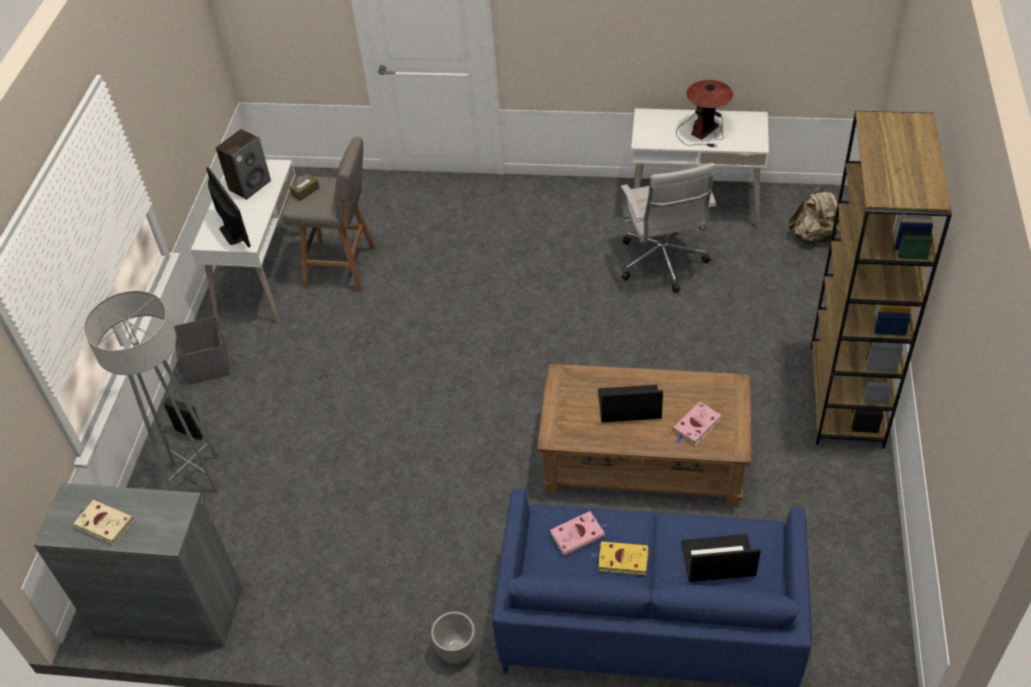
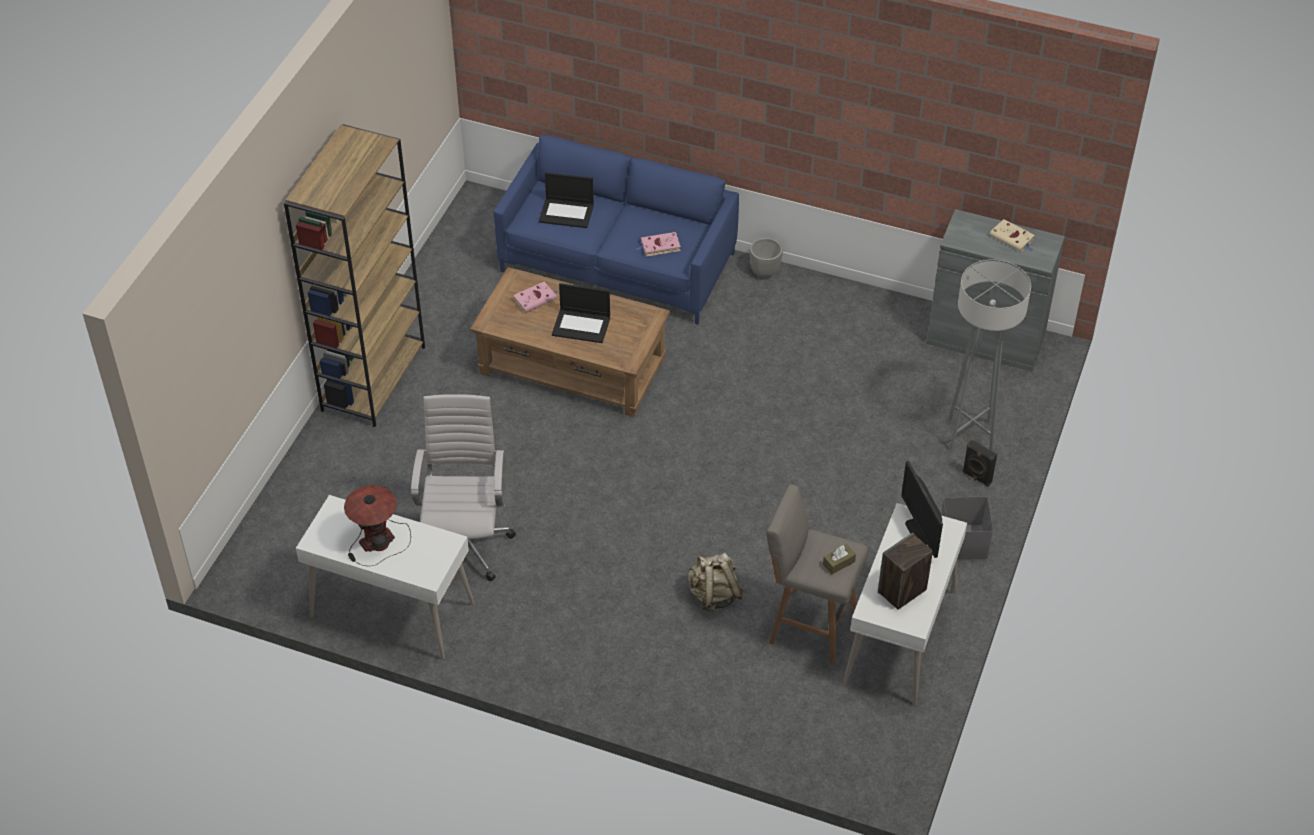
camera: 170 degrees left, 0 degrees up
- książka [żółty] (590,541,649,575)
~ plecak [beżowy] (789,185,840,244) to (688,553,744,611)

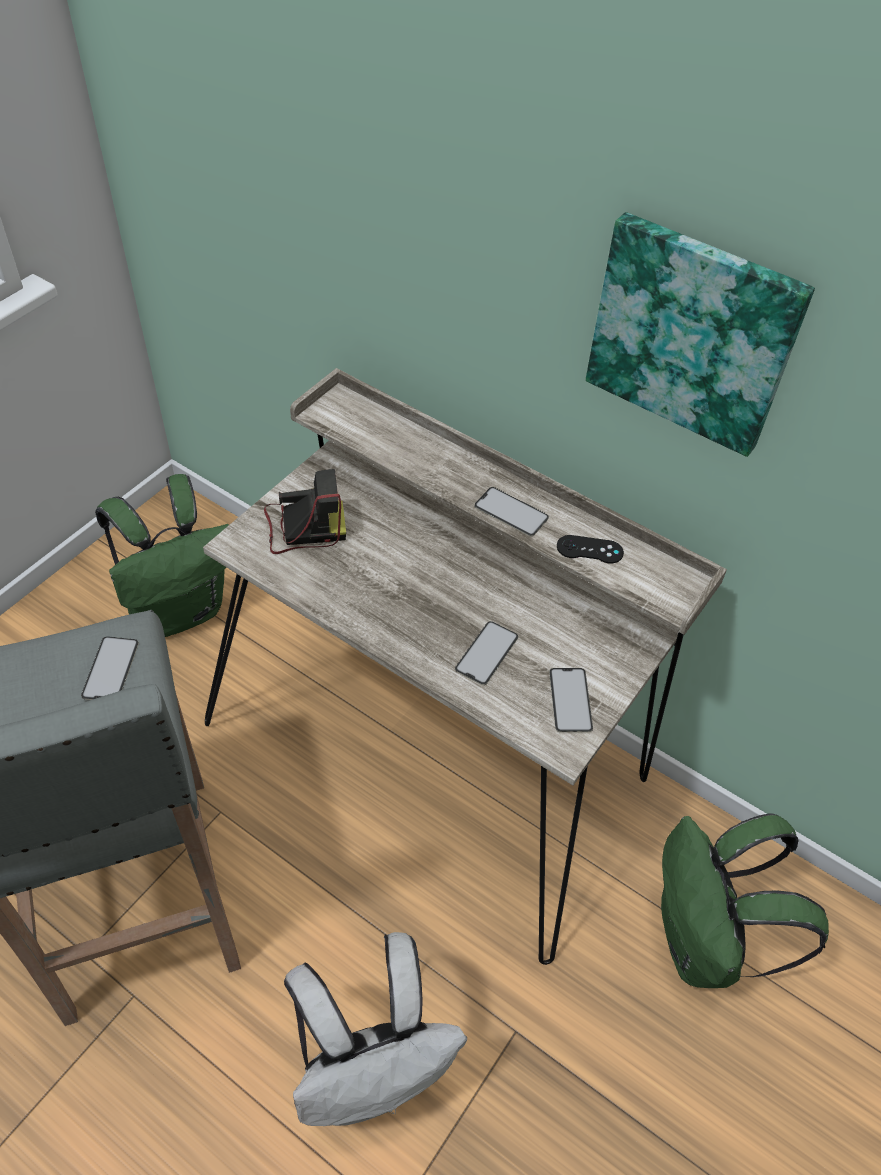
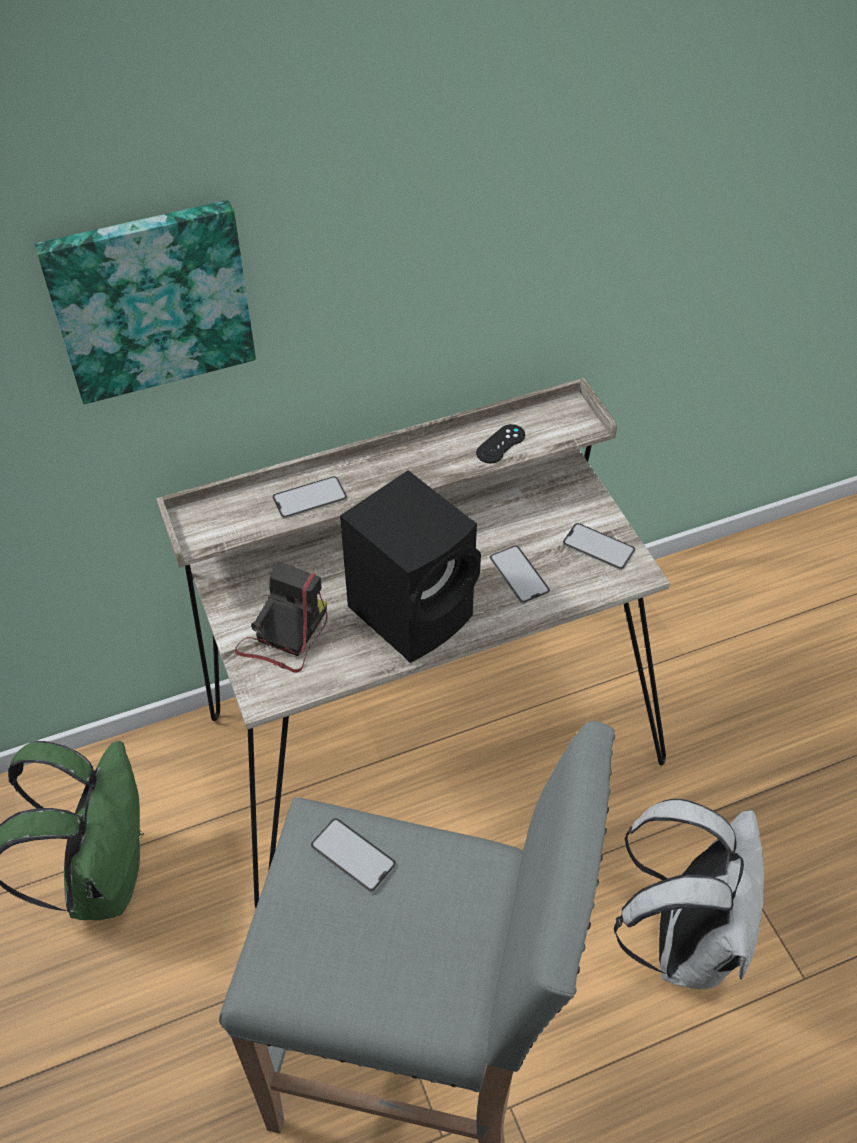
camera: 55 degrees left, 0 degrees up
~ telefon (474,487,549,537) to (273,476,347,519)
~ obraz (586,212,815,457) to (34,200,256,404)
- plecak [zielony] (661,813,829,988)
+ głośnik [czarny] (340,470,481,663)

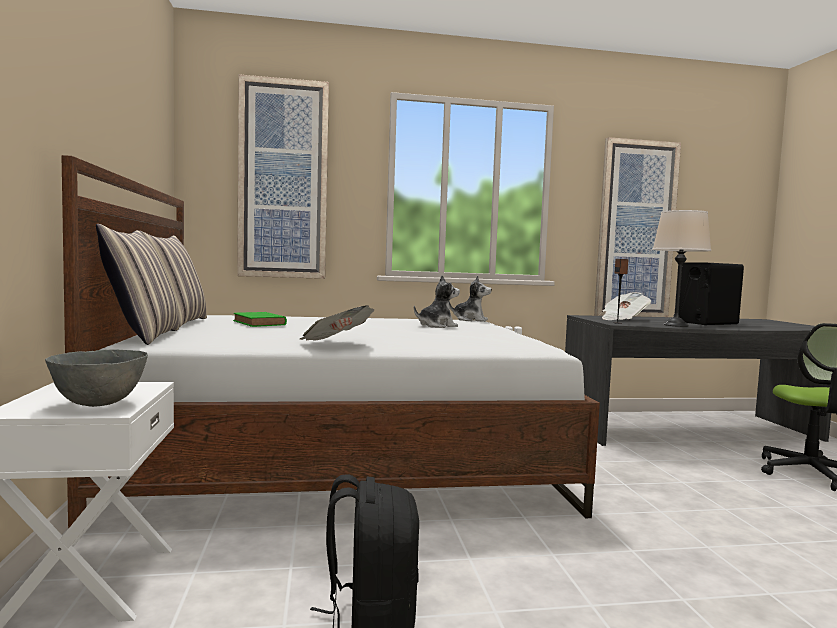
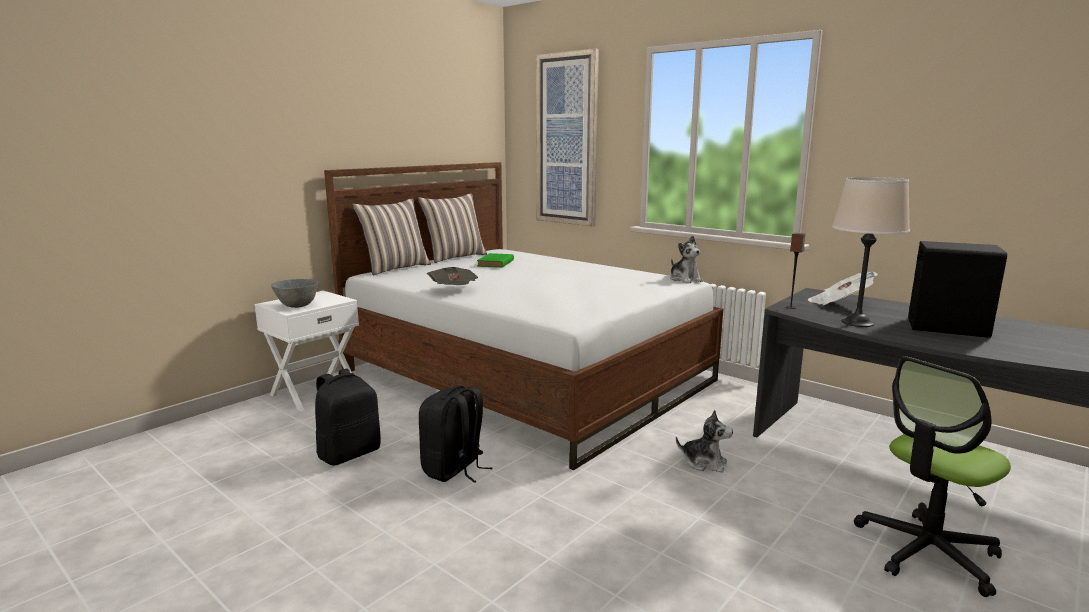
camera: 50 degrees right, 10 degrees up
~ pluszak (414,275,460,328) to (676,410,733,473)
- obraz (594,137,681,317)
+ plecak [czarny] (419,385,493,483)

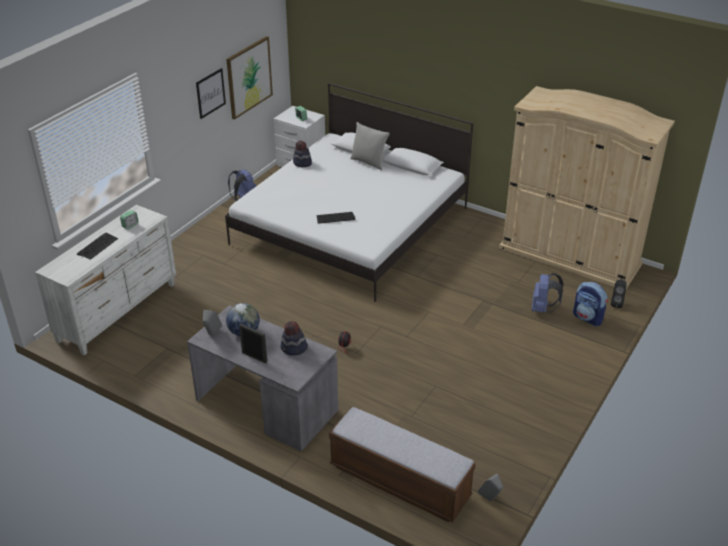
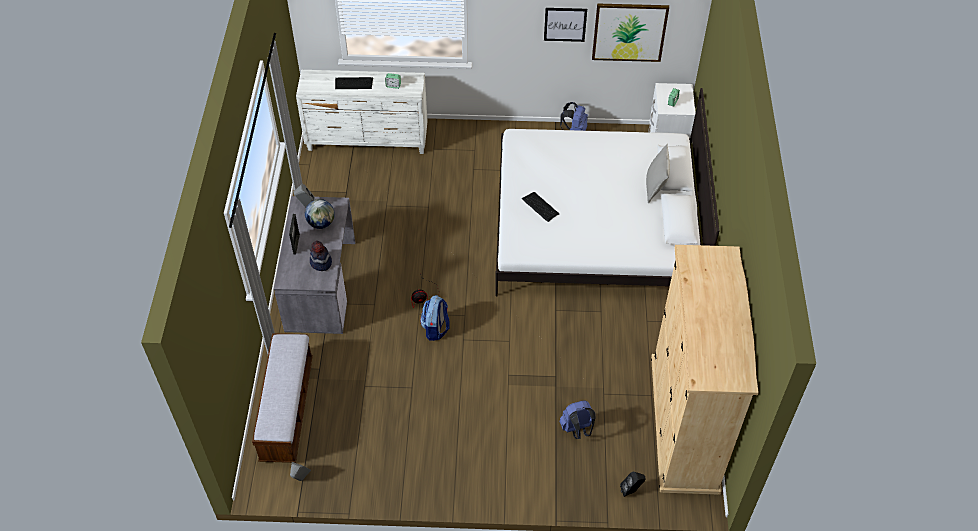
camera: 60 degrees right, 15 degrees up
- kapelusz (293,140,312,167)
~ plecak (573,282,608,326) to (420,295,450,341)

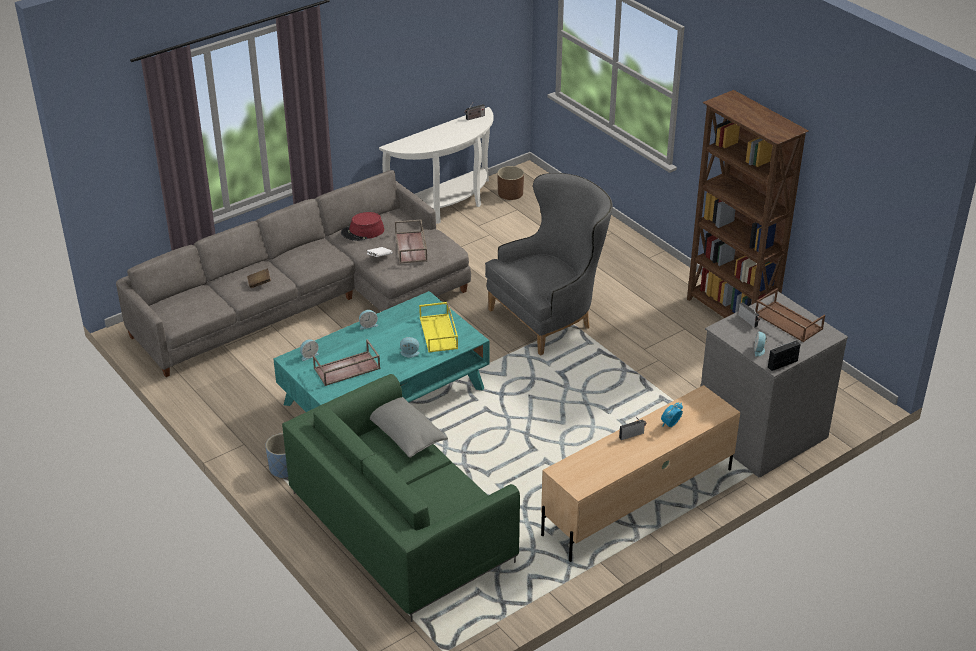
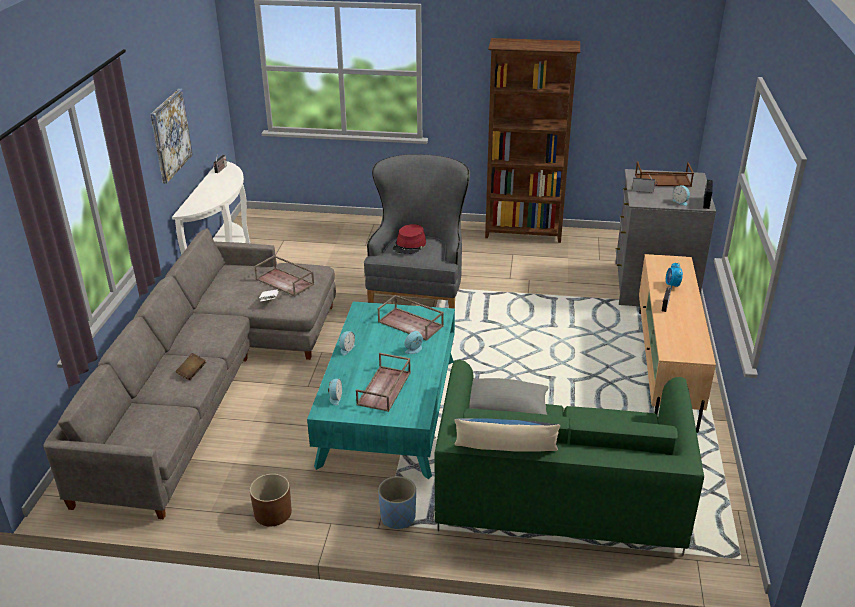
camera: 45 degrees left, 5 degrees down
~ kapelusz [czerwony] (341,212,384,241) to (393,224,426,254)
~ taca [żółty] (419,302,458,353) to taca [brązowy] (378,295,444,341)
~ donica [brązowy] (497,166,524,200) to (250,474,292,527)
+ obraz (150,89,193,184)
+ poduszka (454,418,560,452)

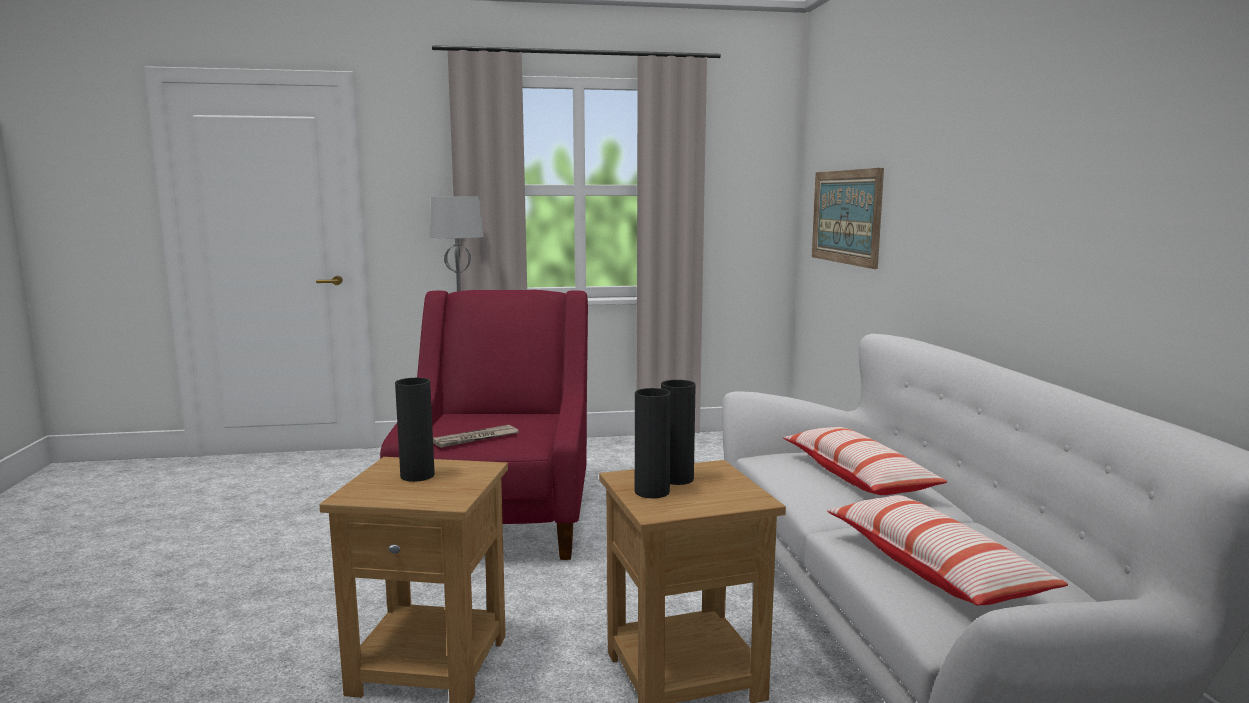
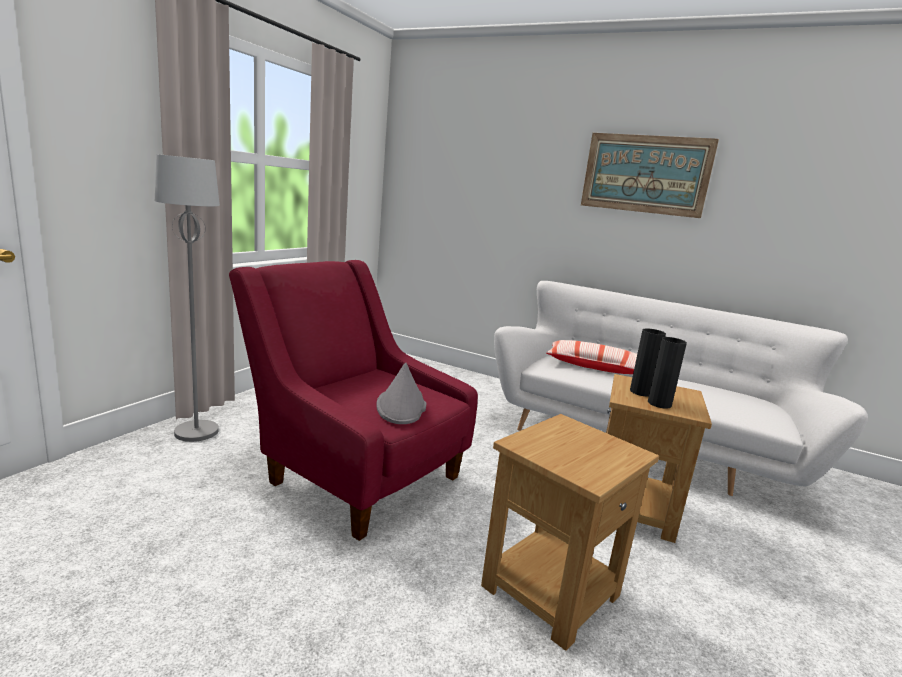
camera: 55 degrees left, 5 degrees up
- wazon [czarny] (395,378,435,482)
~ gazeta (433,425,519,448) to kapelusz [szary] (376,362,426,424)
~ obraz (812,168,884,269) to (581,133,719,218)
- poduszka (827,495,1068,606)

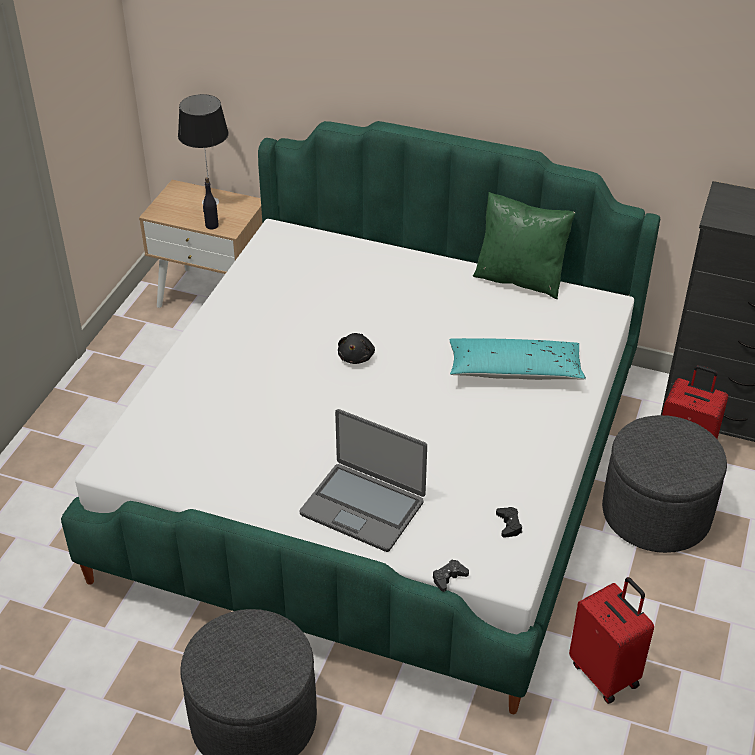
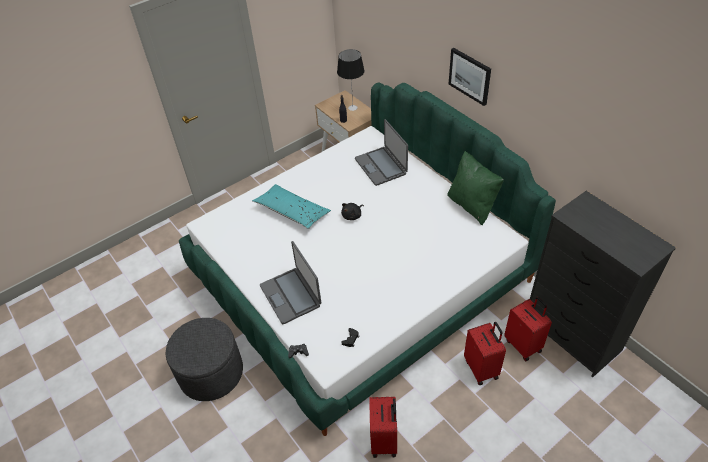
camera: 35 degrees right, 5 degrees up
~ poduszka [turkusowy] (450,338,586,380) to (252,184,331,229)
~ pufa [szary] (602,415,727,553) to walizka [czerwony] (464,322,506,385)
+ laptop (355,119,408,186)
+ obraz (449,48,491,106)

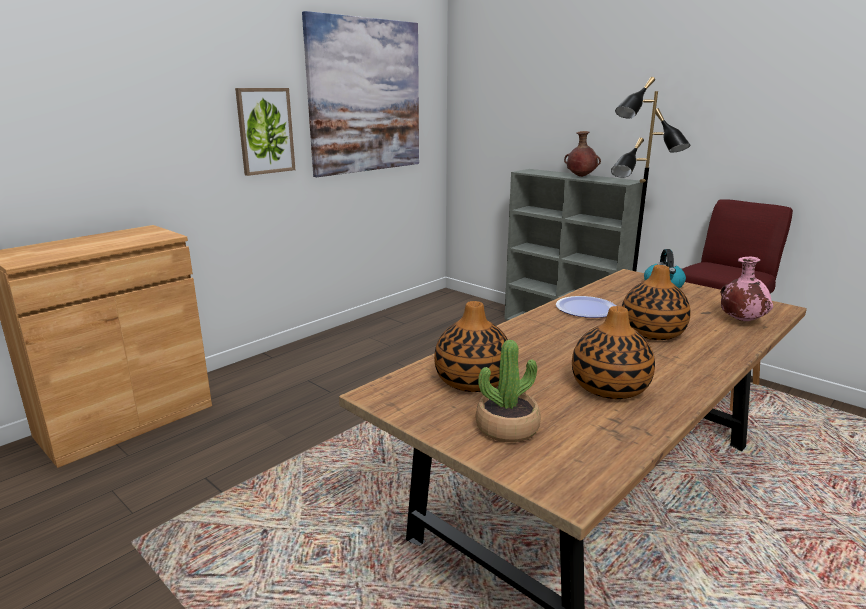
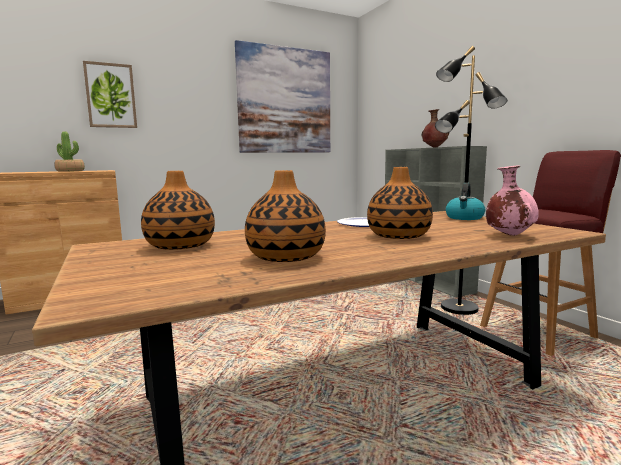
camera: 20 degrees right, 10 degrees down
~ obraz (235,88,295,176) to (83,61,137,128)
~ roślina doniczkowa (476,340,540,442) to (54,131,85,172)

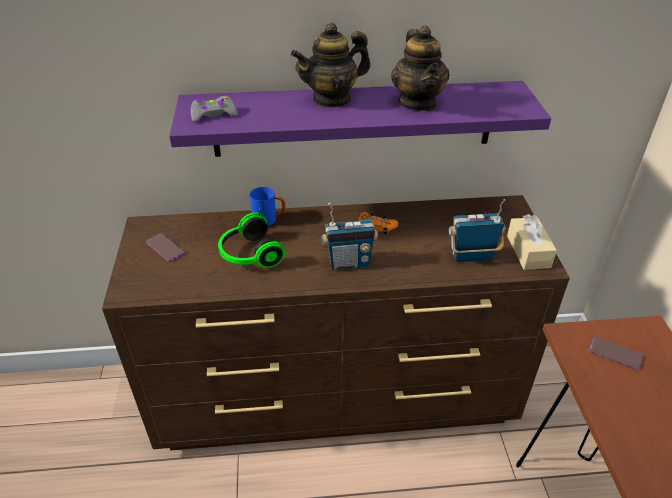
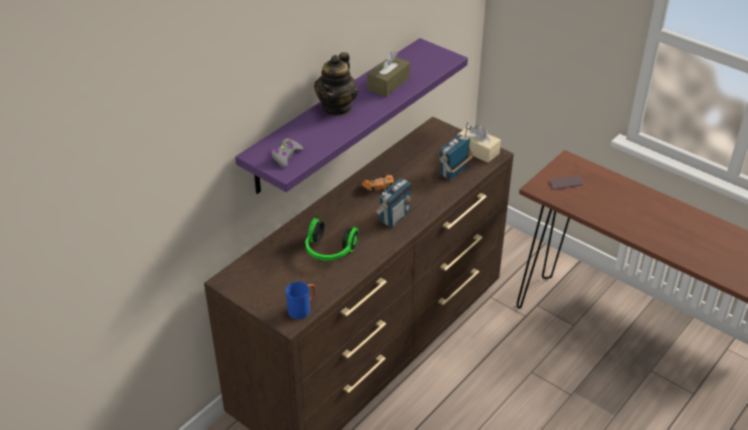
camera: 45 degrees left, 0 degrees up
- telefon (146,233,185,262)
~ kubek [niebieski] (250,187,286,226) to (286,282,315,319)
~ imbryk (391,25,450,111) to pudełko chusteczek [brązowy] (367,51,410,97)

